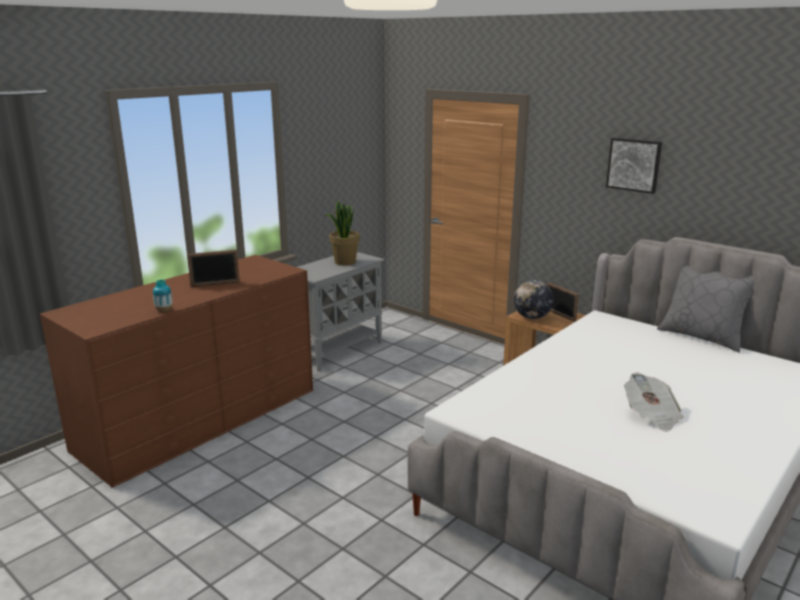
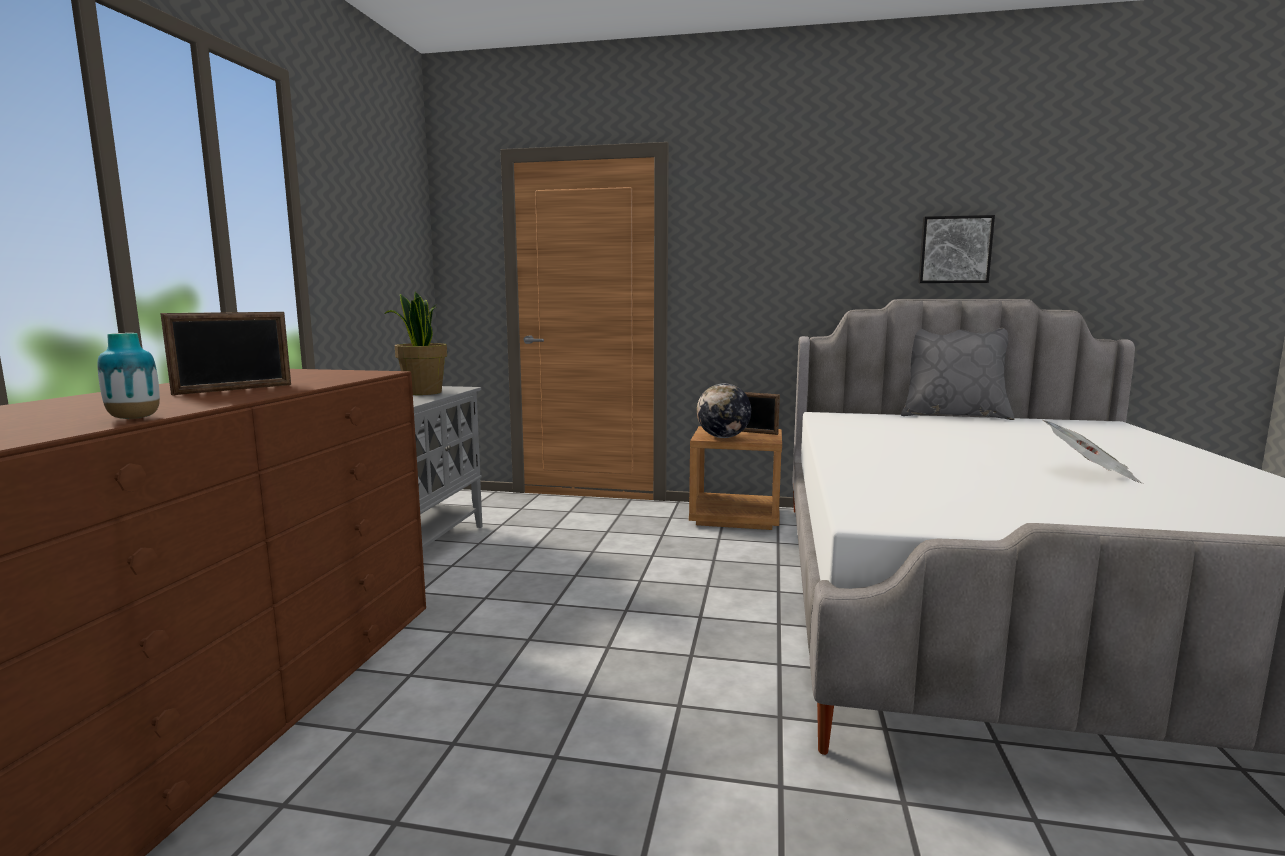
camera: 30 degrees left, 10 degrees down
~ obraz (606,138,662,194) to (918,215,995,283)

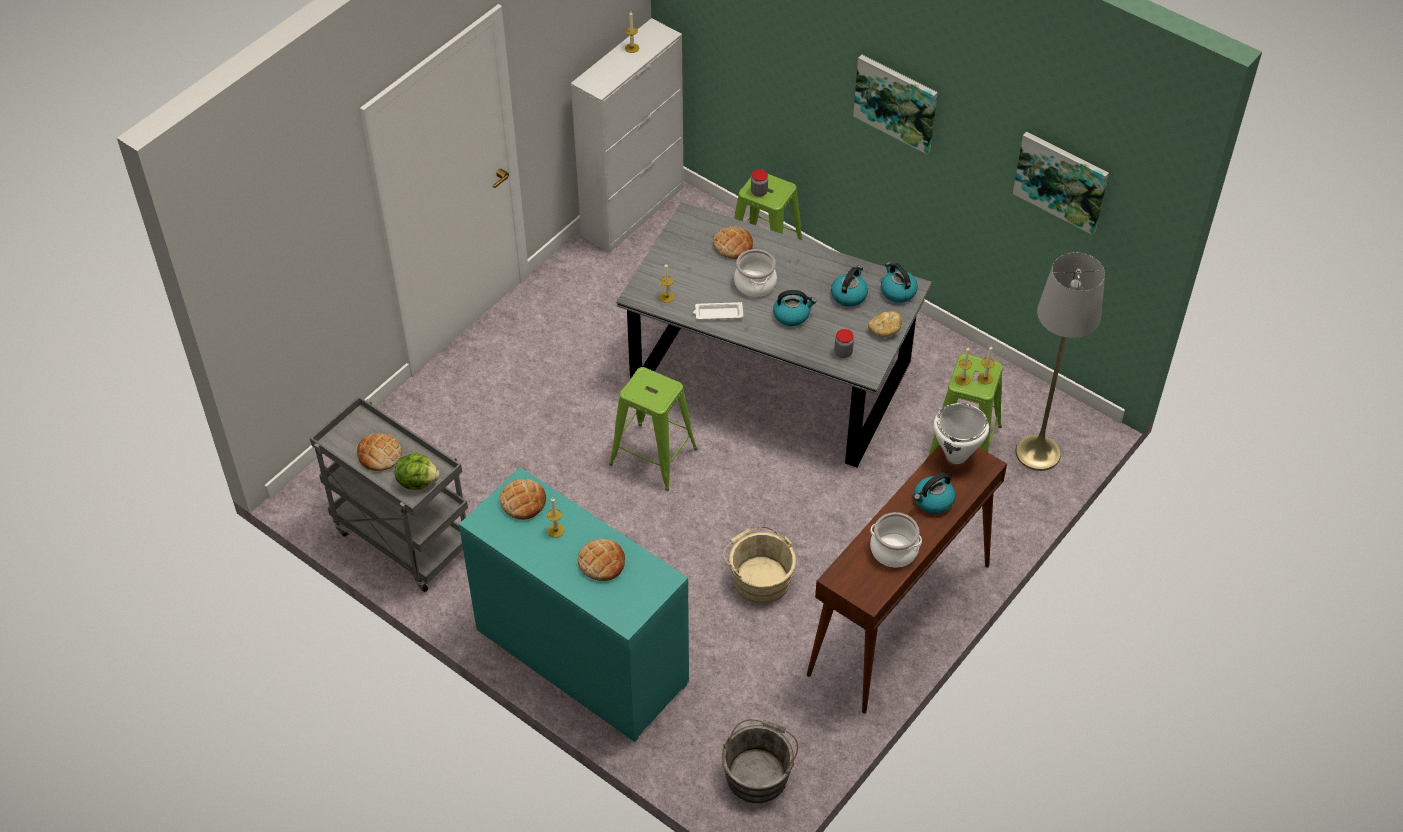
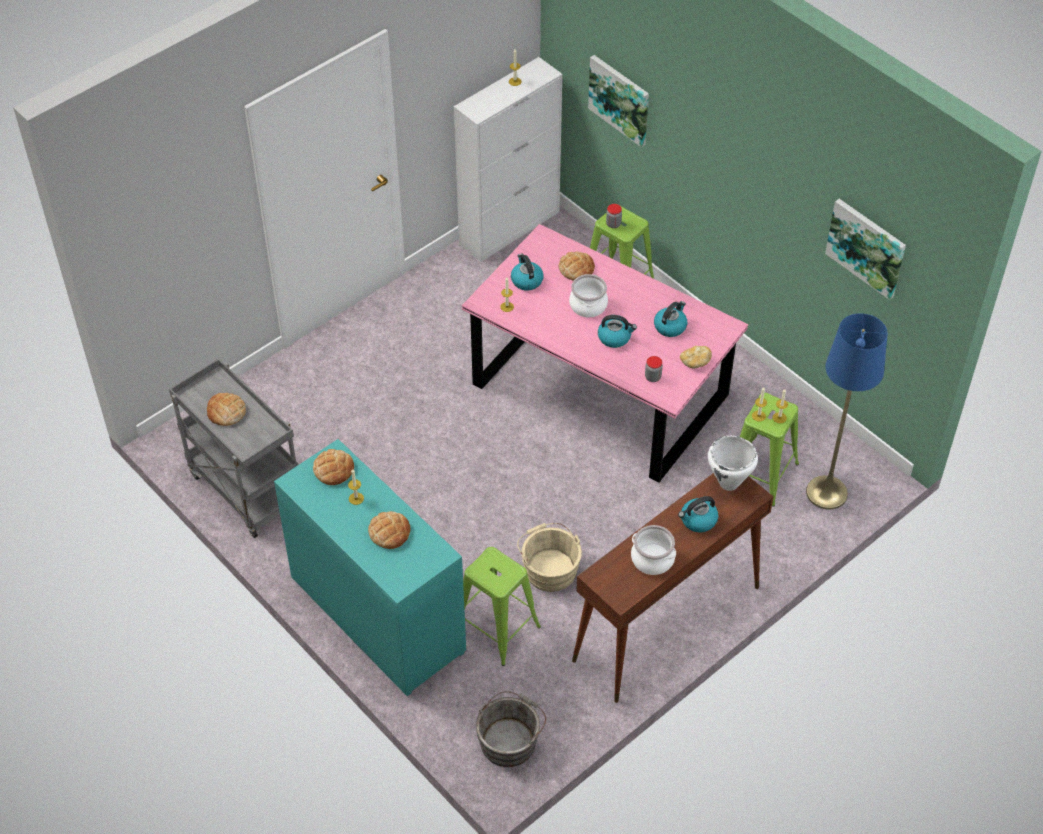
camera: 10 degrees right, 0 degrees up
- sałata (395,453,440,490)
~ stołek [zielony] (609,367,698,491) to (463,547,541,666)
~ stół jadalny [szary] (616,202,932,467) to stół jadalny [różowy] (462,224,748,483)
- taca [biały] (693,302,743,320)
~ obraz (853,55,938,154) to (588,55,649,147)
~ czajnik (881,262,918,303) to (511,254,544,291)
~ lampa stojąca [szary] (1015,252,1105,471) to lampa stojąca [niebieski] (806,313,888,509)

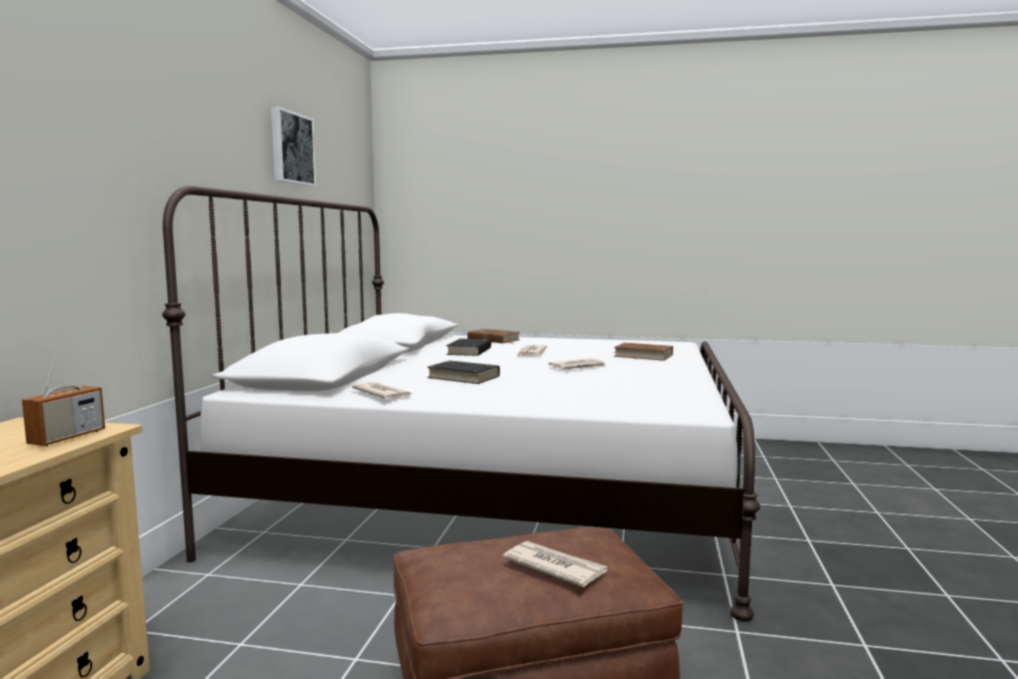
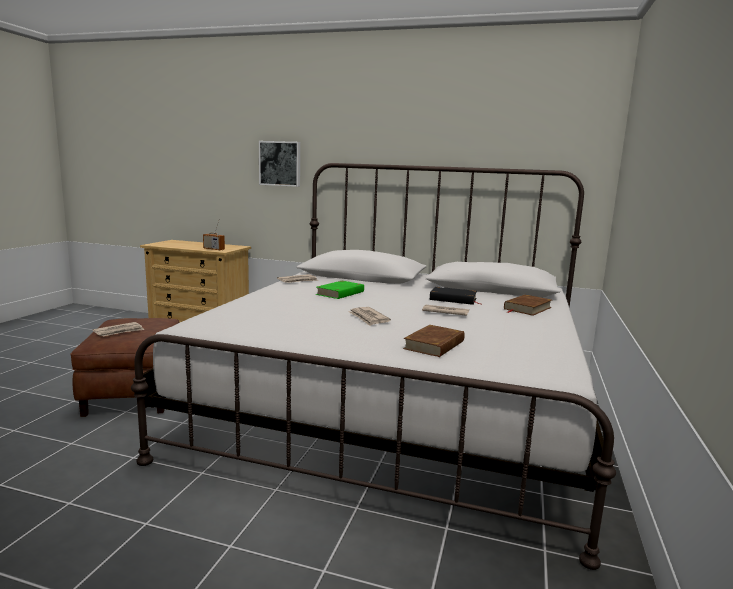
camera: 95 degrees right, 5 degrees up
~ obraz (271,106,316,186) to (259,141,300,187)
~ książka [czarny] (427,361,500,384) to książka [zielony] (316,281,364,299)

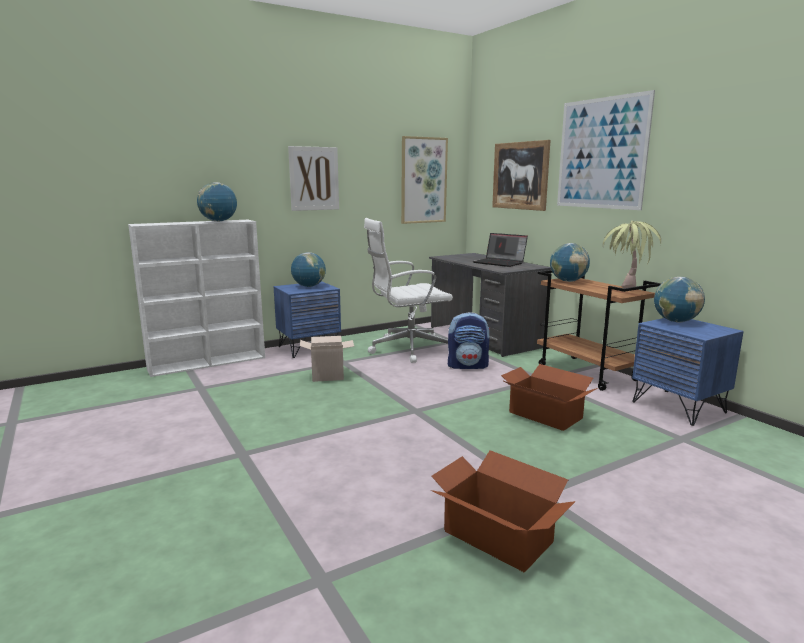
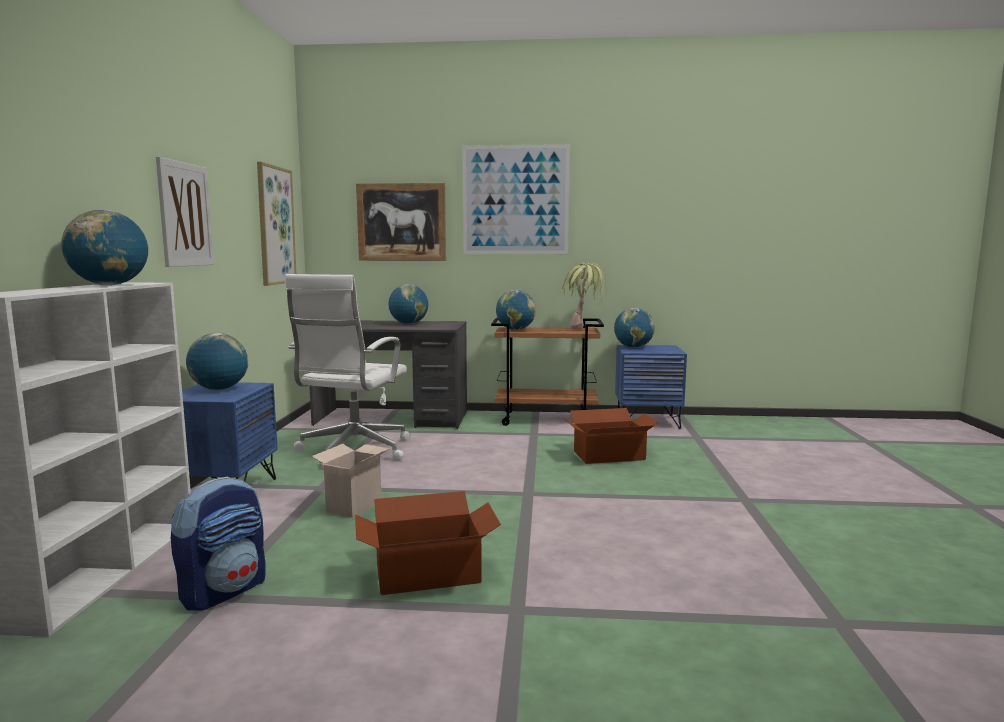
camera: 55 degrees left, 5 degrees down
~ karton (430,450,576,572) to (355,491,501,595)
~ plecak (448,312,490,369) to (171,476,266,611)
~ laptop (473,233,528,267) to globus (388,284,428,324)

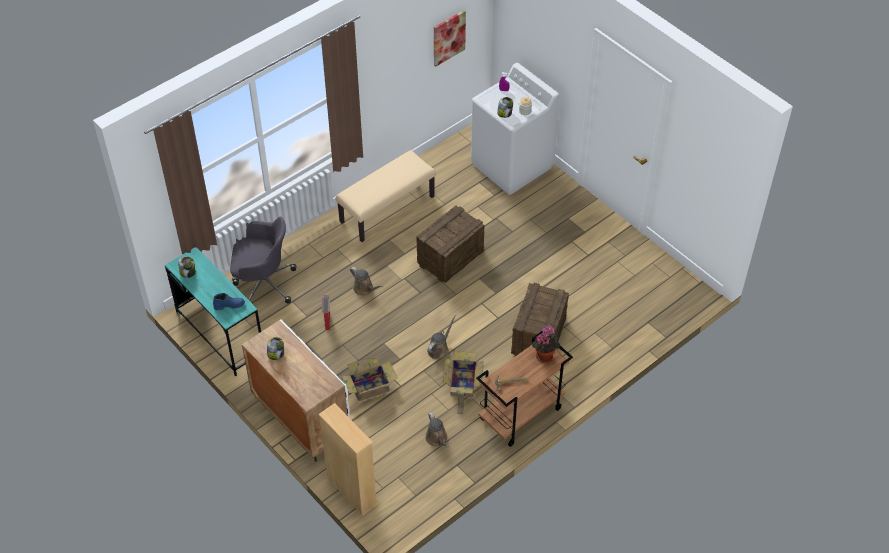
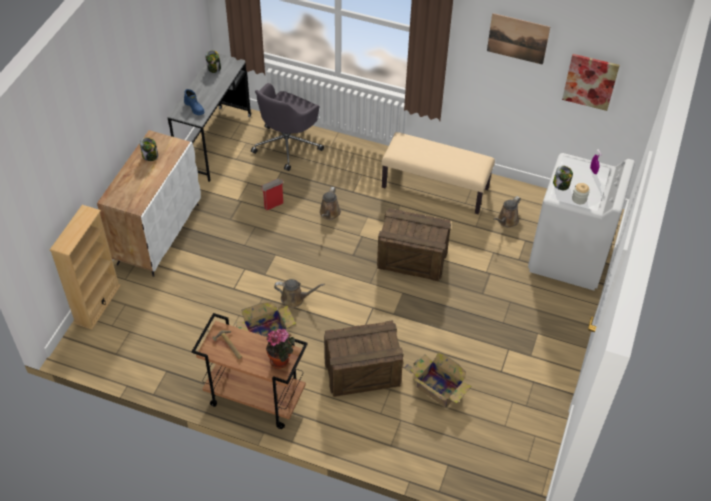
camera: 60 degrees right, 0 degrees up
~ biurko [turkusowy] (165,247,261,376) to biurko [szary] (168,53,251,182)
~ krzesło biurowe [szary] (230,217,296,304) = (251,83,324,171) 60 degrees clockwise
~ karton (342,358,398,401) to (404,351,472,407)
~ konewka [brązowy] (425,413,449,448) to (493,196,521,228)
+ obraz (487,13,550,65)

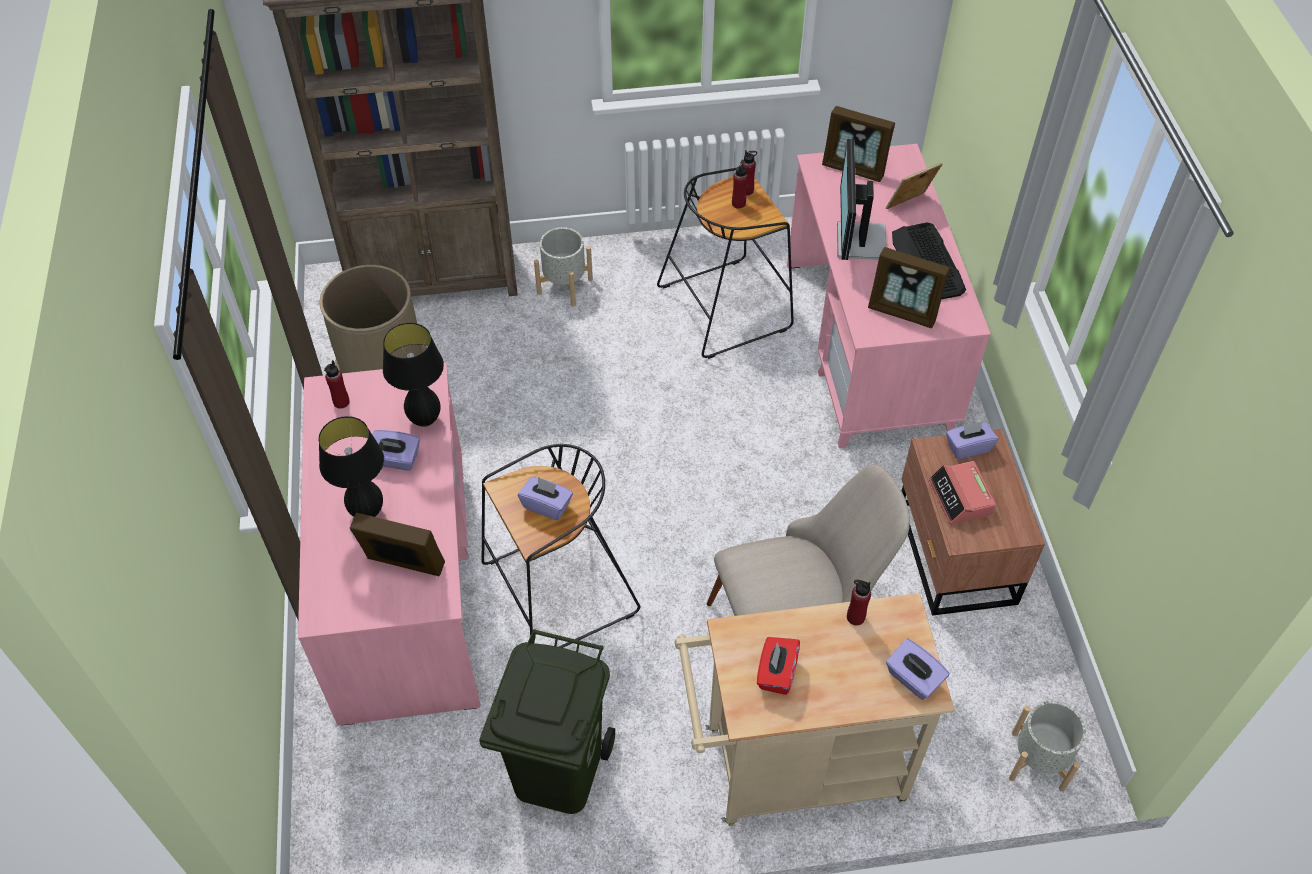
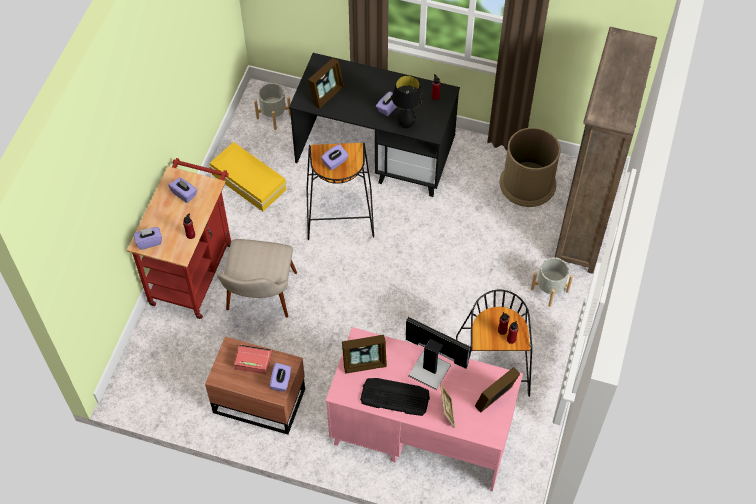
camera: 115 degrees right, 5 degrees up
~ biurko [różowy] (298,363,481,726) to biurko [czarny] (289,53,460,197)
- lampa stołowa [czarny] (319,416,384,517)
~ kosz na śmieci [zielony] (480,629,615,814) to pojemnik do przechowywania [żółty] (209,142,287,211)
~ wózek [beżowy] (675,593,955,826) to wózek [czerwony] (127,158,232,319)
~ pudełko chusteczek [czerwony] (757,637,800,695) to pudełko chusteczek [fioletowy] (168,177,197,203)
~ ramka na zdjęcie (868,247,950,328) = (342,335,387,374) 150 degrees counterclockwise
~ donica [szary] (1009,701,1086,792) to (254,83,291,130)

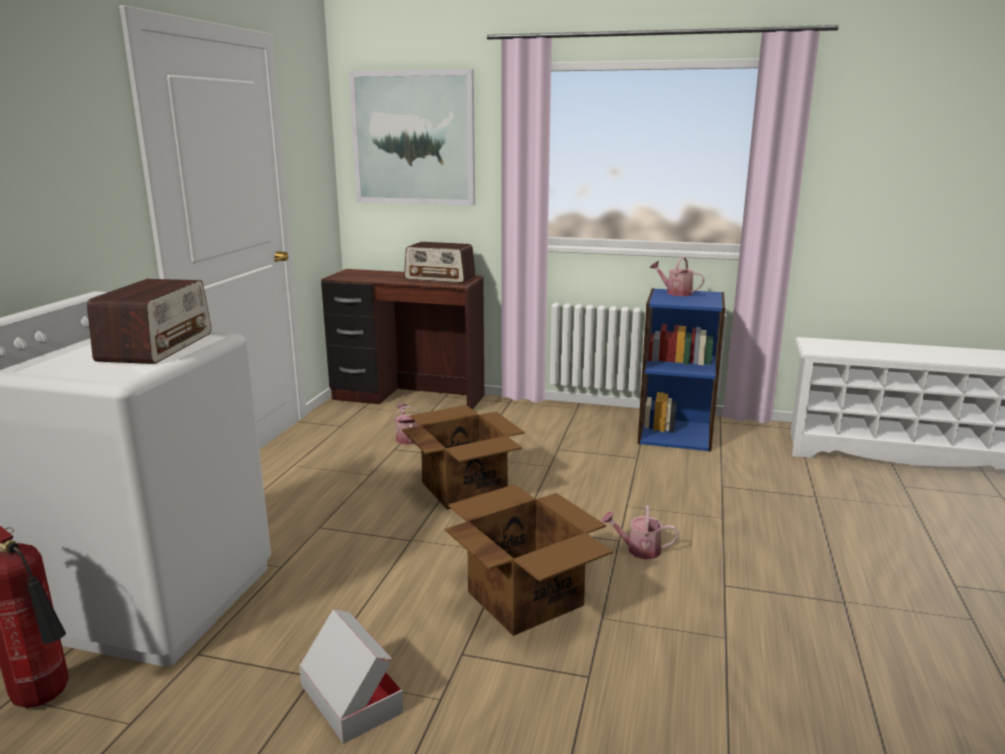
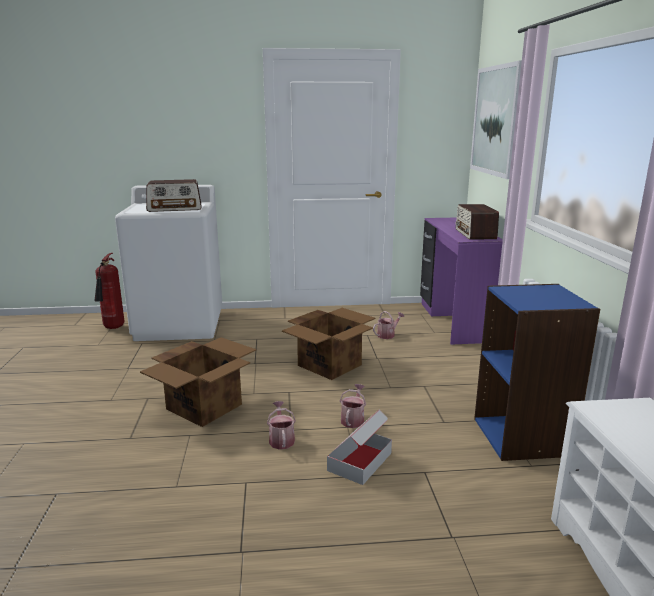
camera: 70 degrees right, 0 degrees up
~ karton (299,609,404,744) to (327,410,392,485)
~ biurko [brązowy] (321,269,484,410) to biurko [fioletowy] (420,218,503,345)
~ konewka (650,257,705,296) to (340,384,366,428)

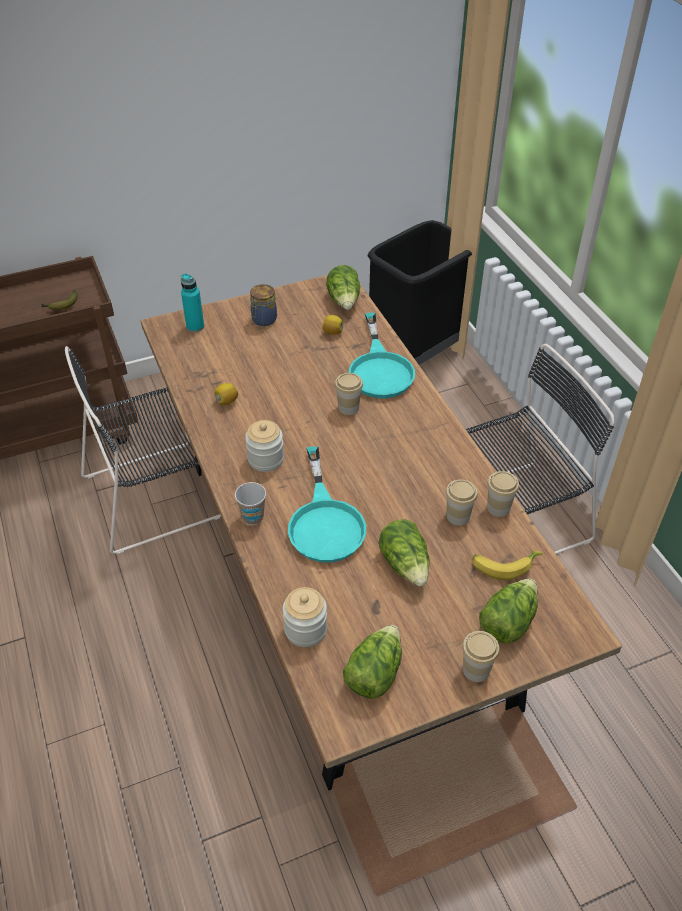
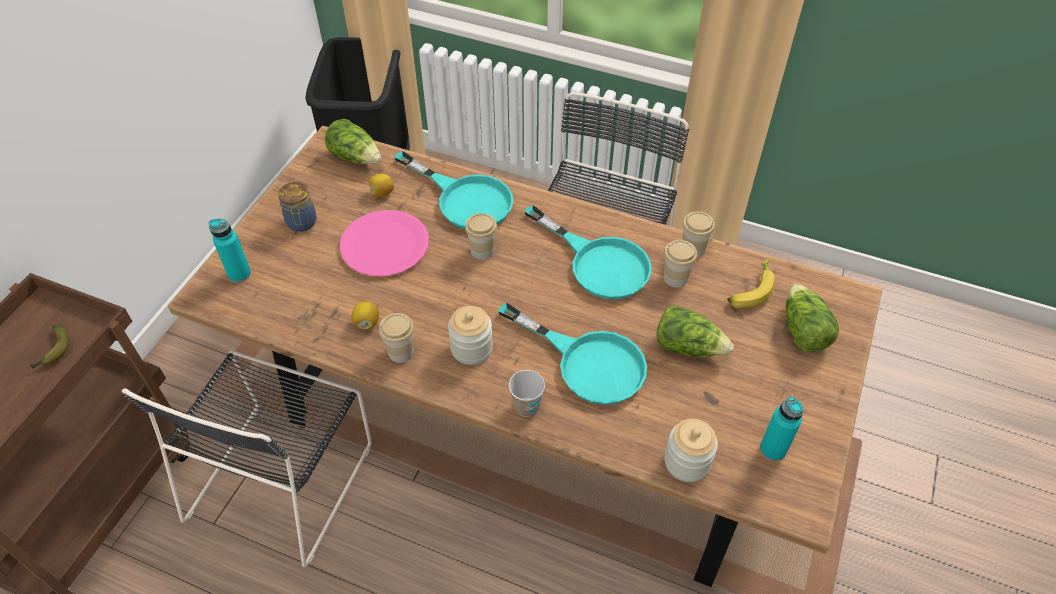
camera: 45 degrees left, 5 degrees up
~ sałata (343,625,402,699) to butelka [turkusowy] (760,397,804,461)
~ filiżanka (462,631,499,682) to (379,313,415,363)
+ talerz [różowy] (339,210,429,277)
+ patelnia [turkusowy] (524,205,652,299)

